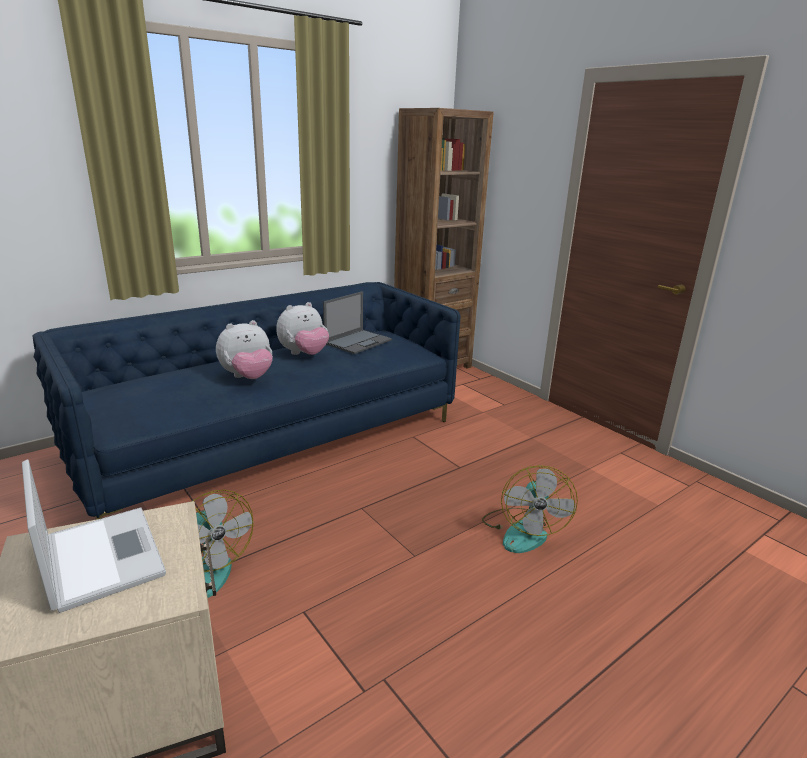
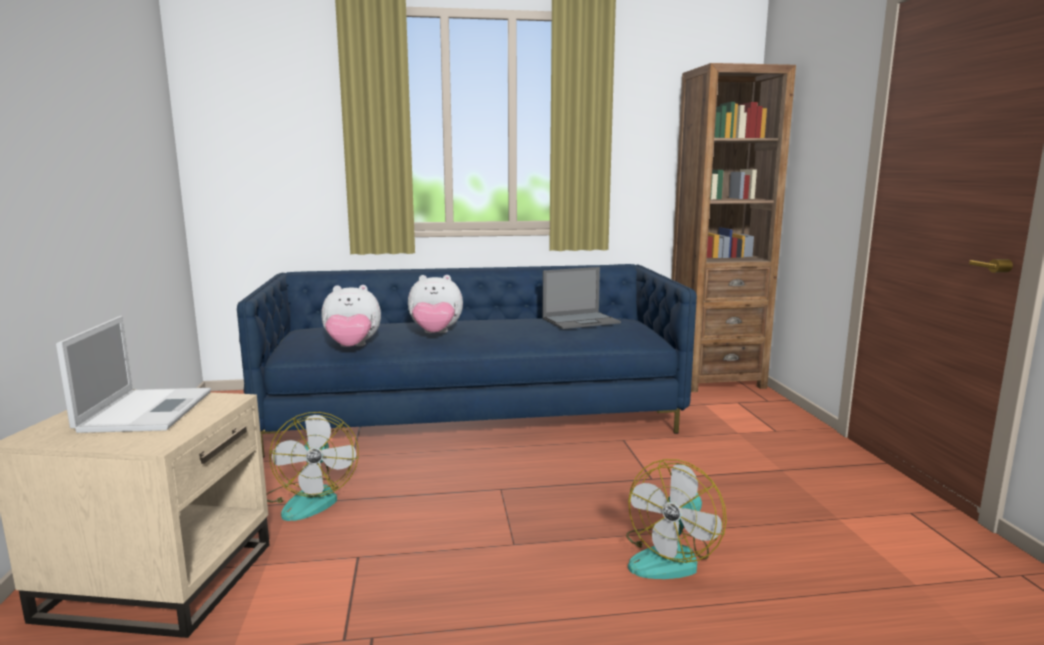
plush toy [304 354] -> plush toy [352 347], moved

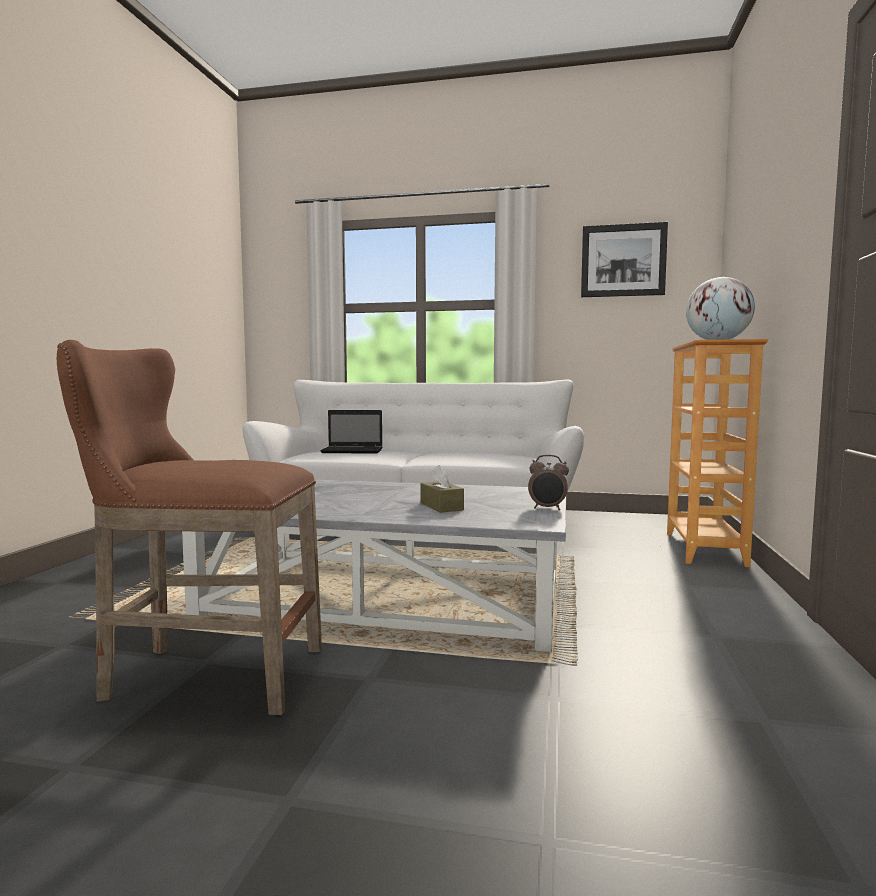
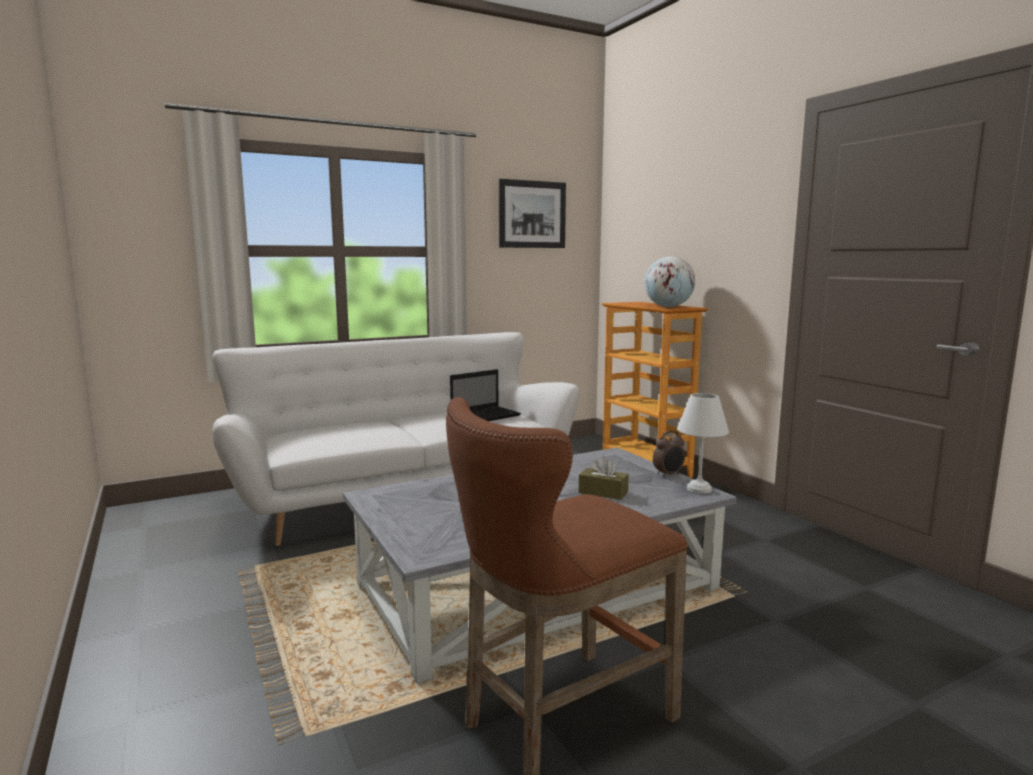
laptop [354 451] -> laptop [486 416], moved
none -> white table lamp [700 489]

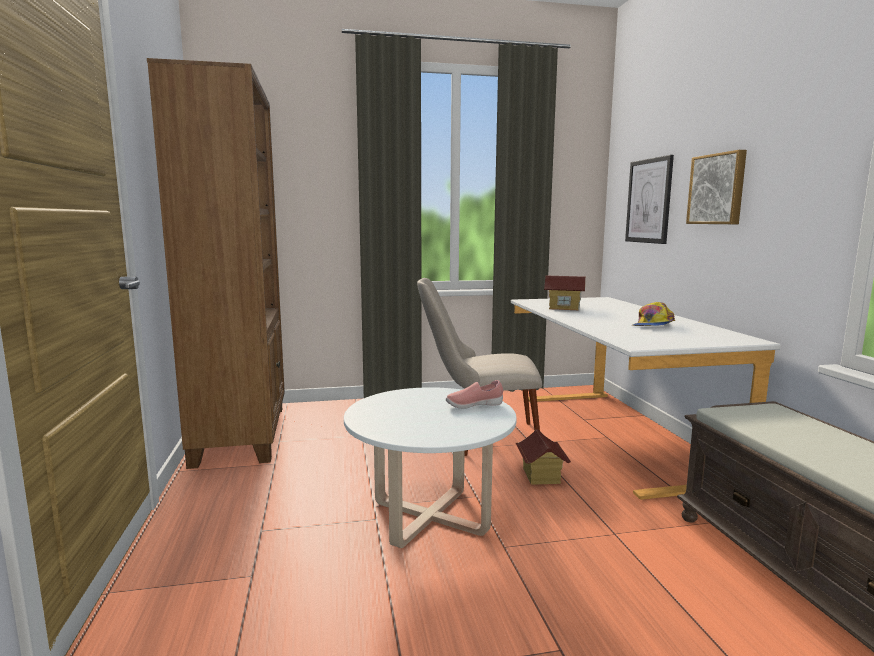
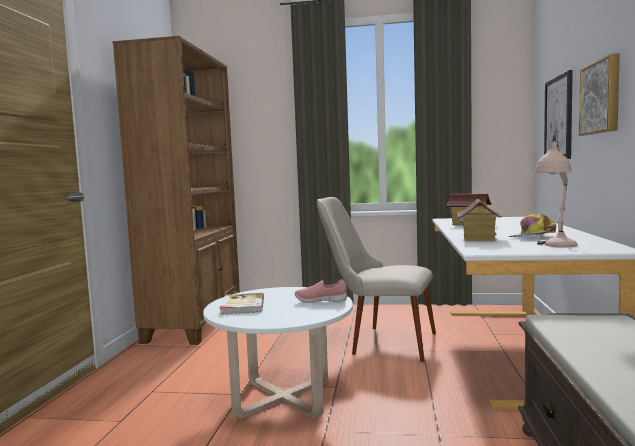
toy house [540 476] -> toy house [478 238], moved
none -> book [242 306]
none -> beige table lamp [555 247]

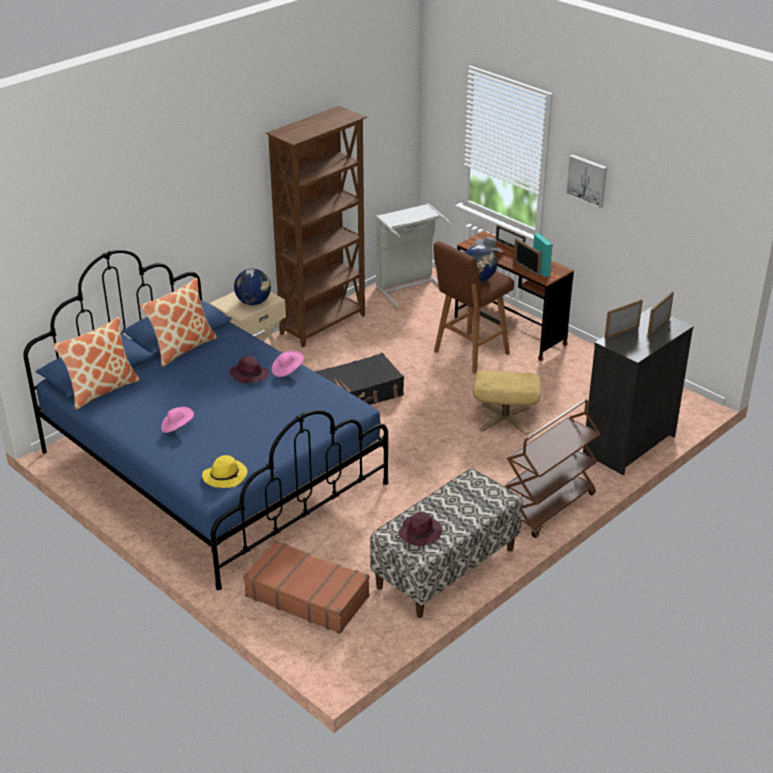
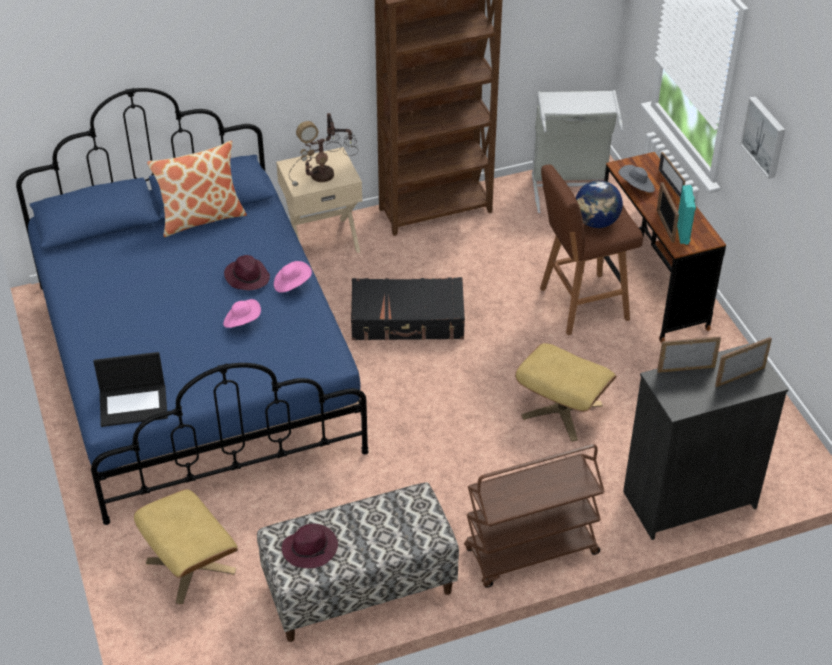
pillow [101 389] -> none
pink hat [177 427] -> pink hat [242 321], moved
yellow hat [225 476] -> laptop [134 404]
globe [253 302] -> table lamp [324 175]
brown suitcase [307 596] -> beige ottoman [190 566]

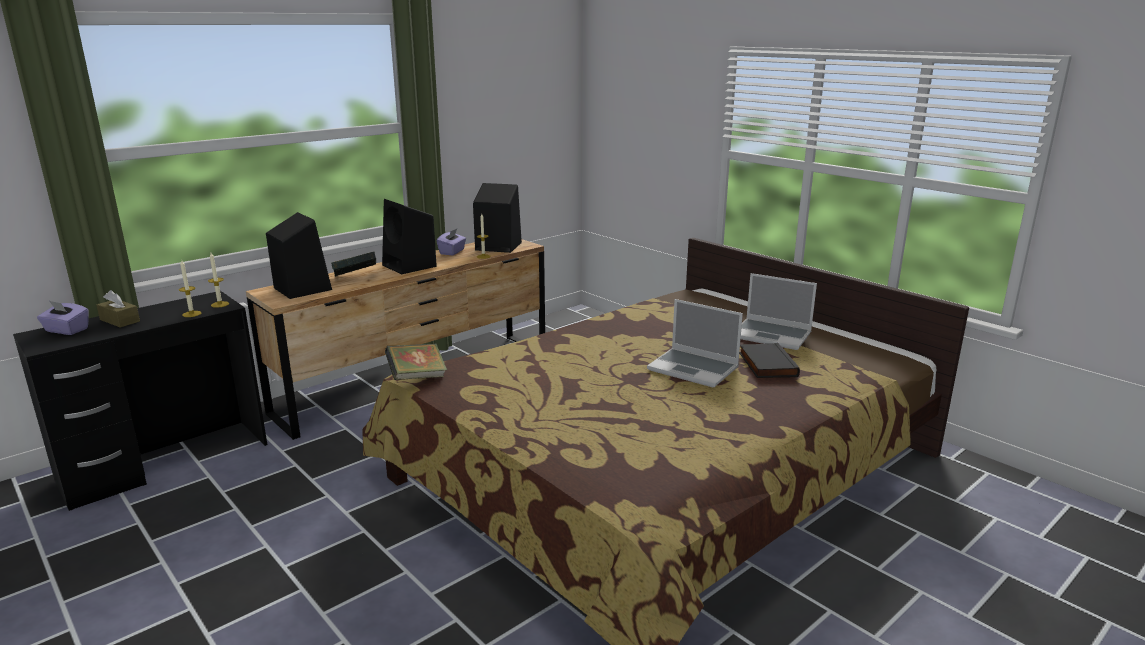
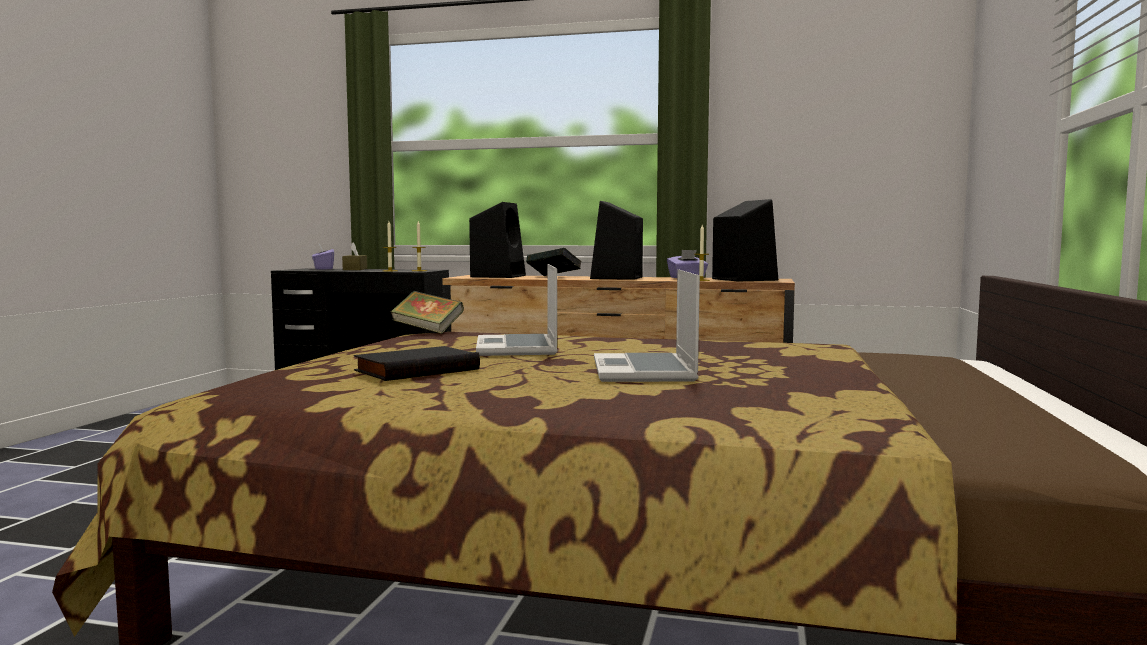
black book [766 364] -> black book [416 370], moved
laptop [772 335] -> laptop [518 348], moved

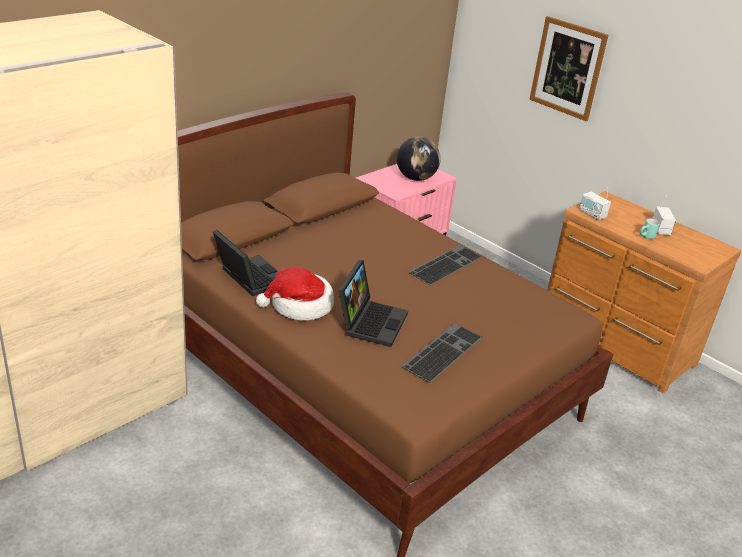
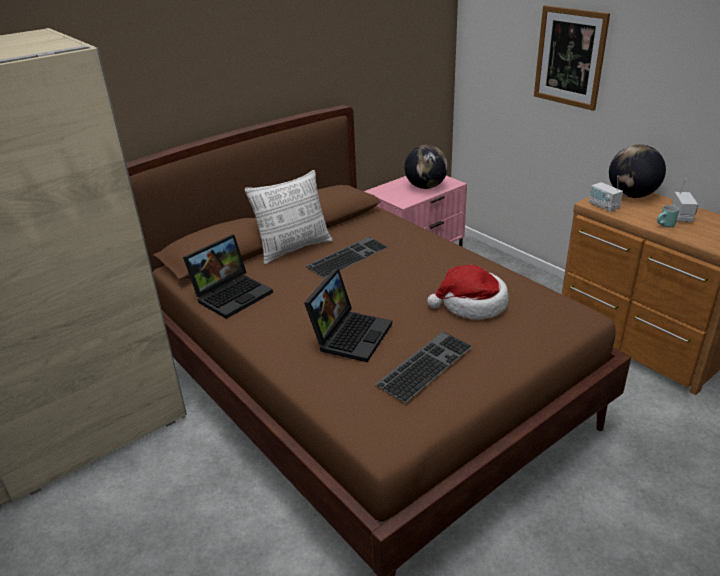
laptop [248 277] -> laptop [232 294], 75 degrees clockwise
hat [299 306] -> hat [472 304], moved
keyboard [445 264] -> keyboard [347 256], moved
none -> pillow [294 248]
none -> globe [632 195]

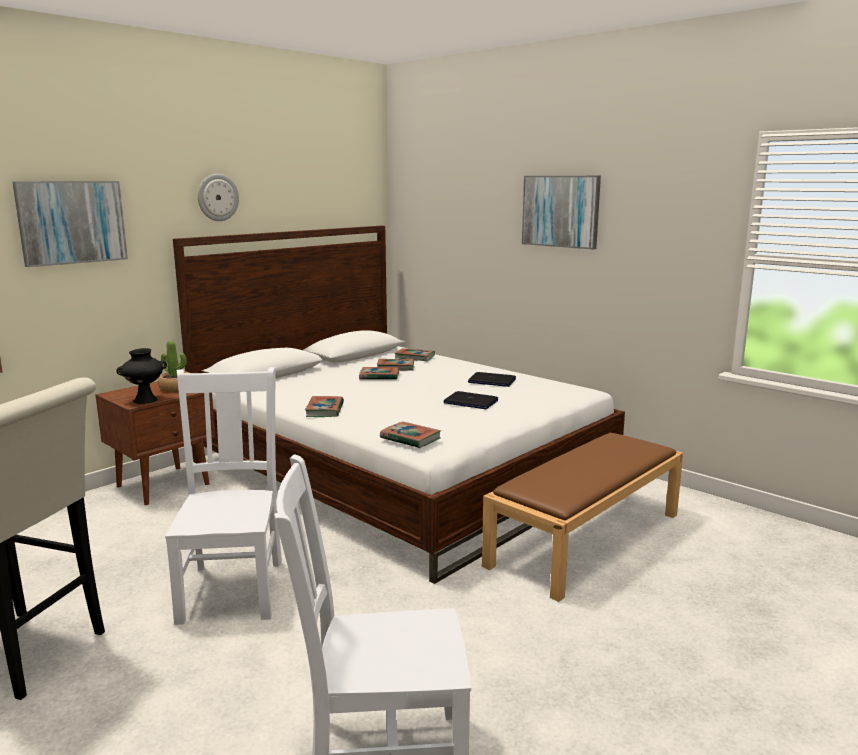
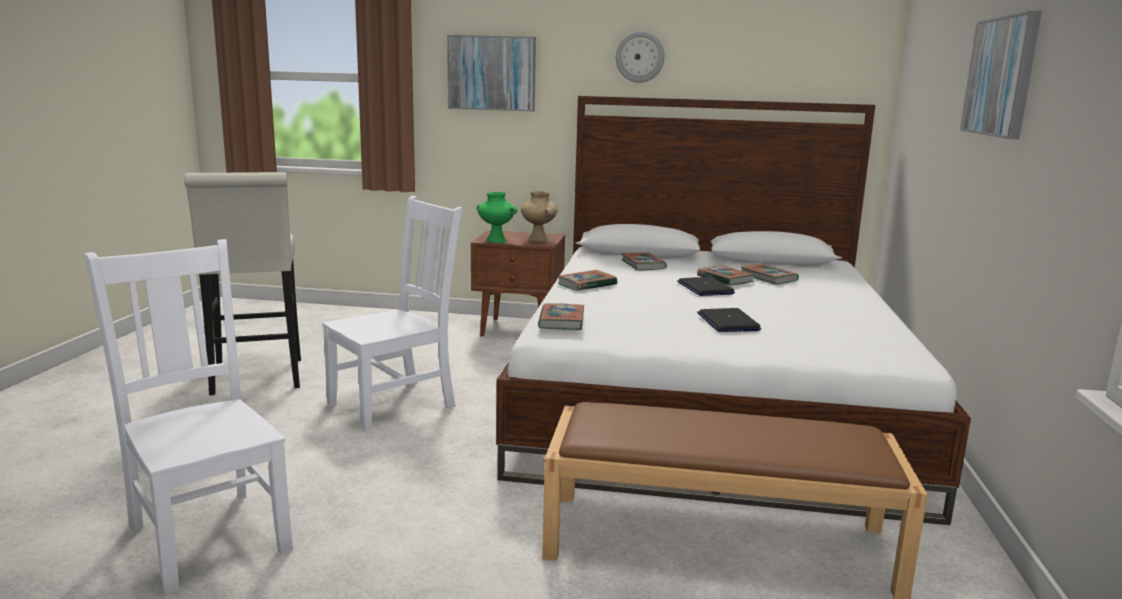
black vase [145 401] -> green vase [495 241]
potted plant [176 388] -> beige vase [539 240]
book [414 357] -> book [643 265], moved
laptop [491 381] -> laptop [705 288], moved

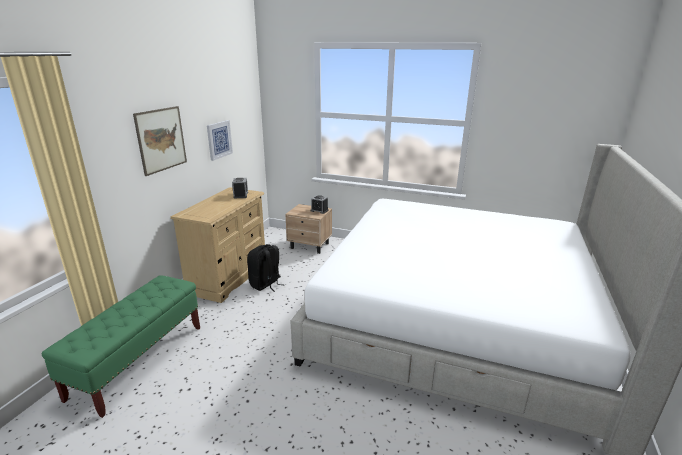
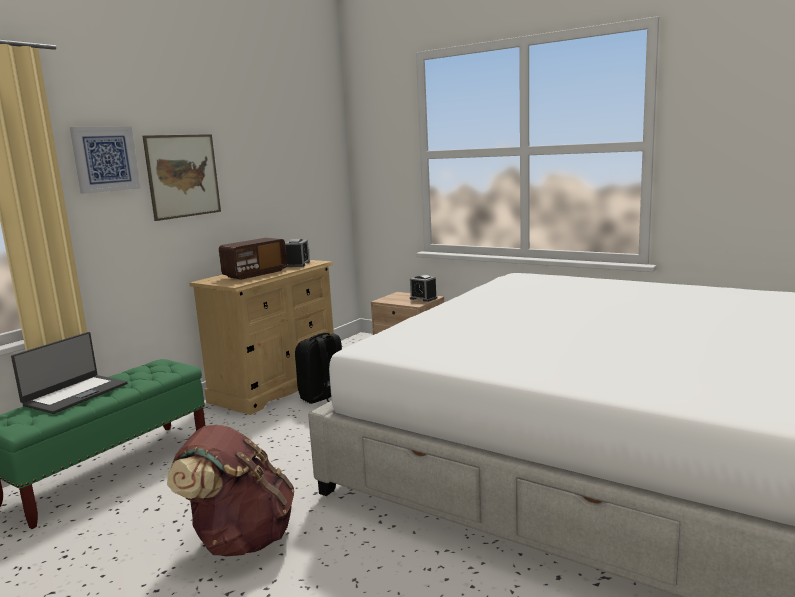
picture [219 139] -> picture [105 159], moved
none -> laptop [75 394]
none -> brown backpack [240 539]
none -> radio [255 274]

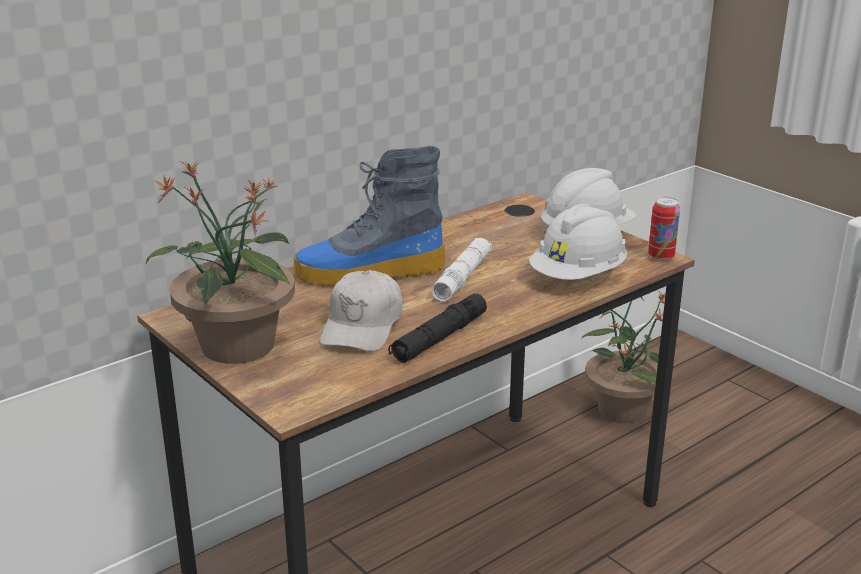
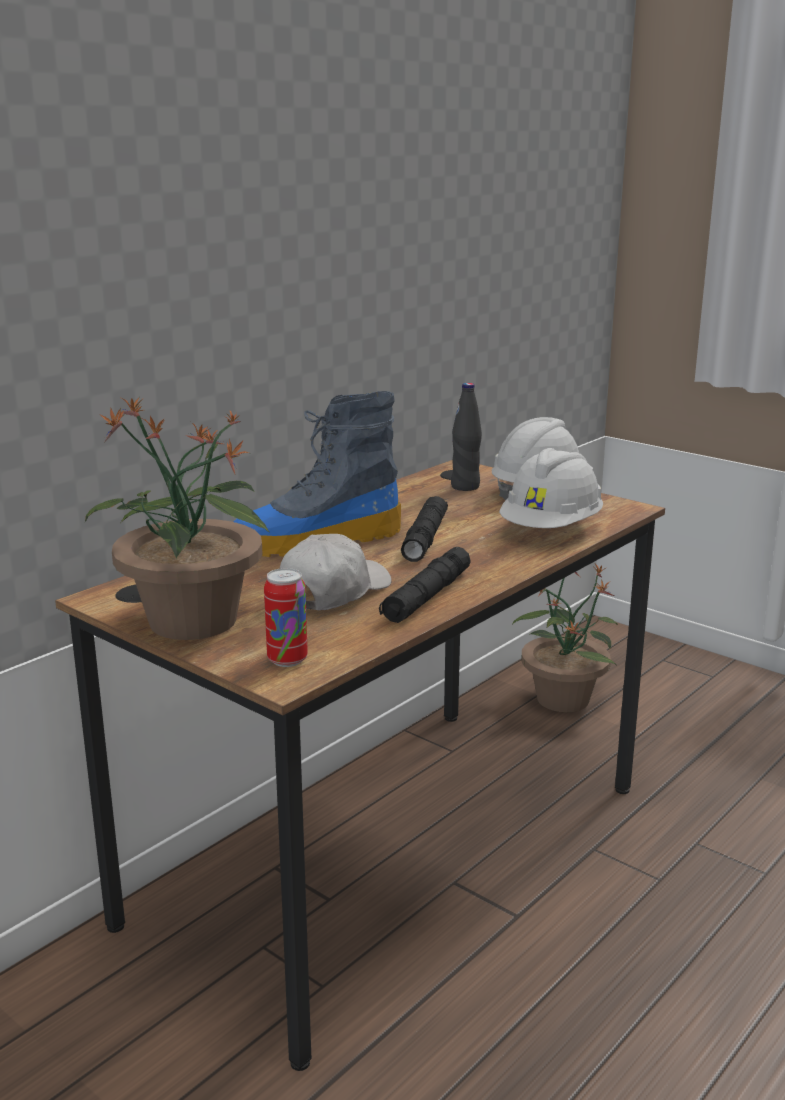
white cap [363 326] -> white cap [333 592], 150 degrees counterclockwise
white flashlight [462 277] -> black flashlight [425 538]
can [661 257] -> can [287 660], moved
none -> black bottle [465 487]

